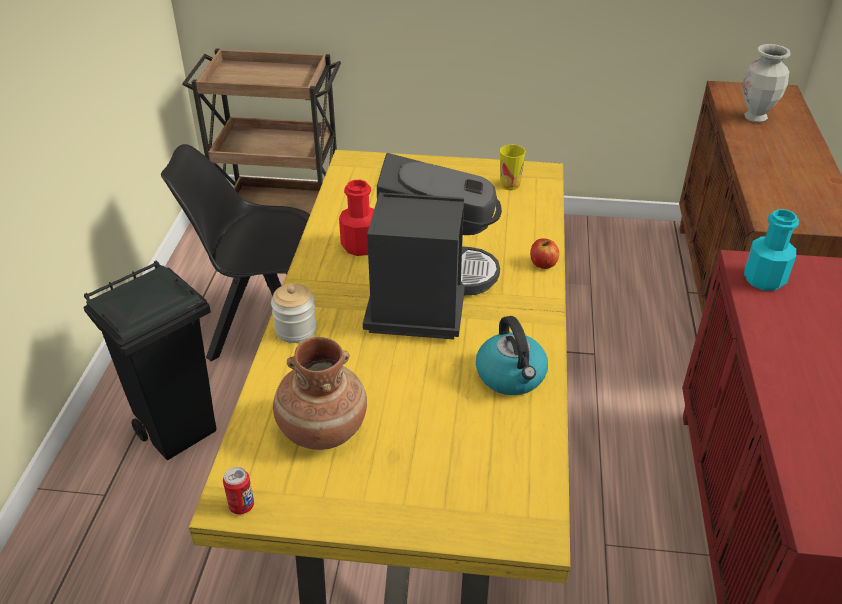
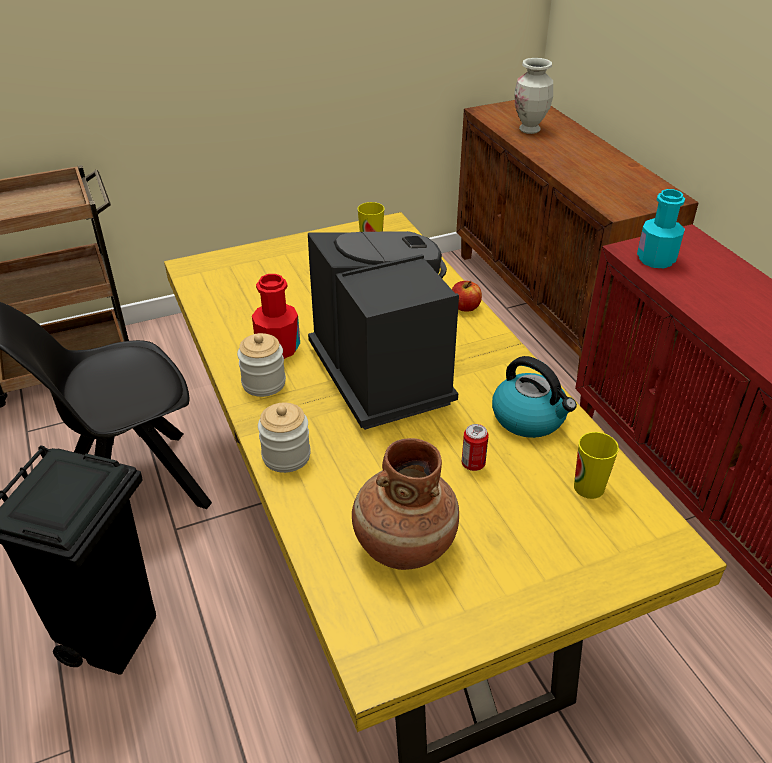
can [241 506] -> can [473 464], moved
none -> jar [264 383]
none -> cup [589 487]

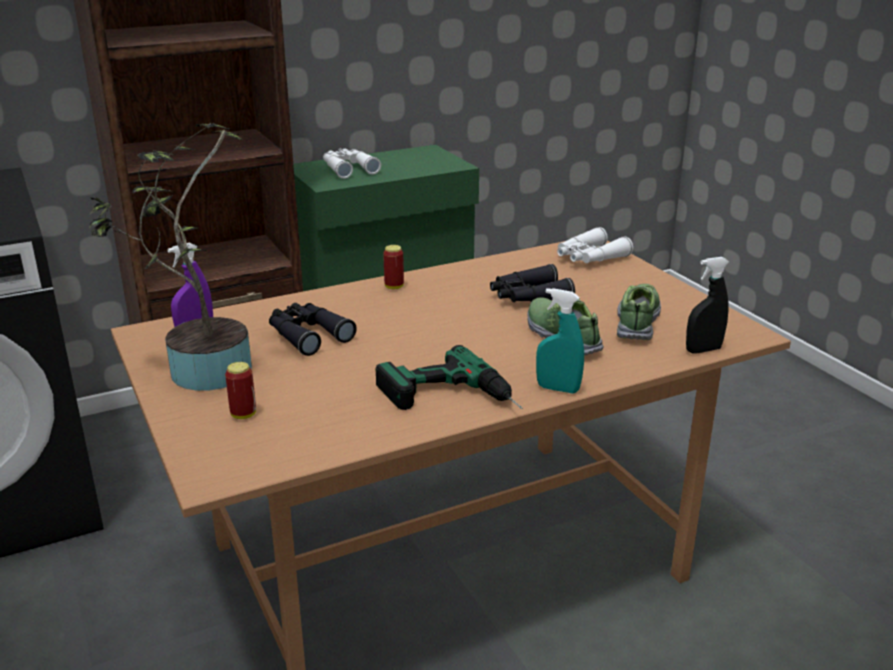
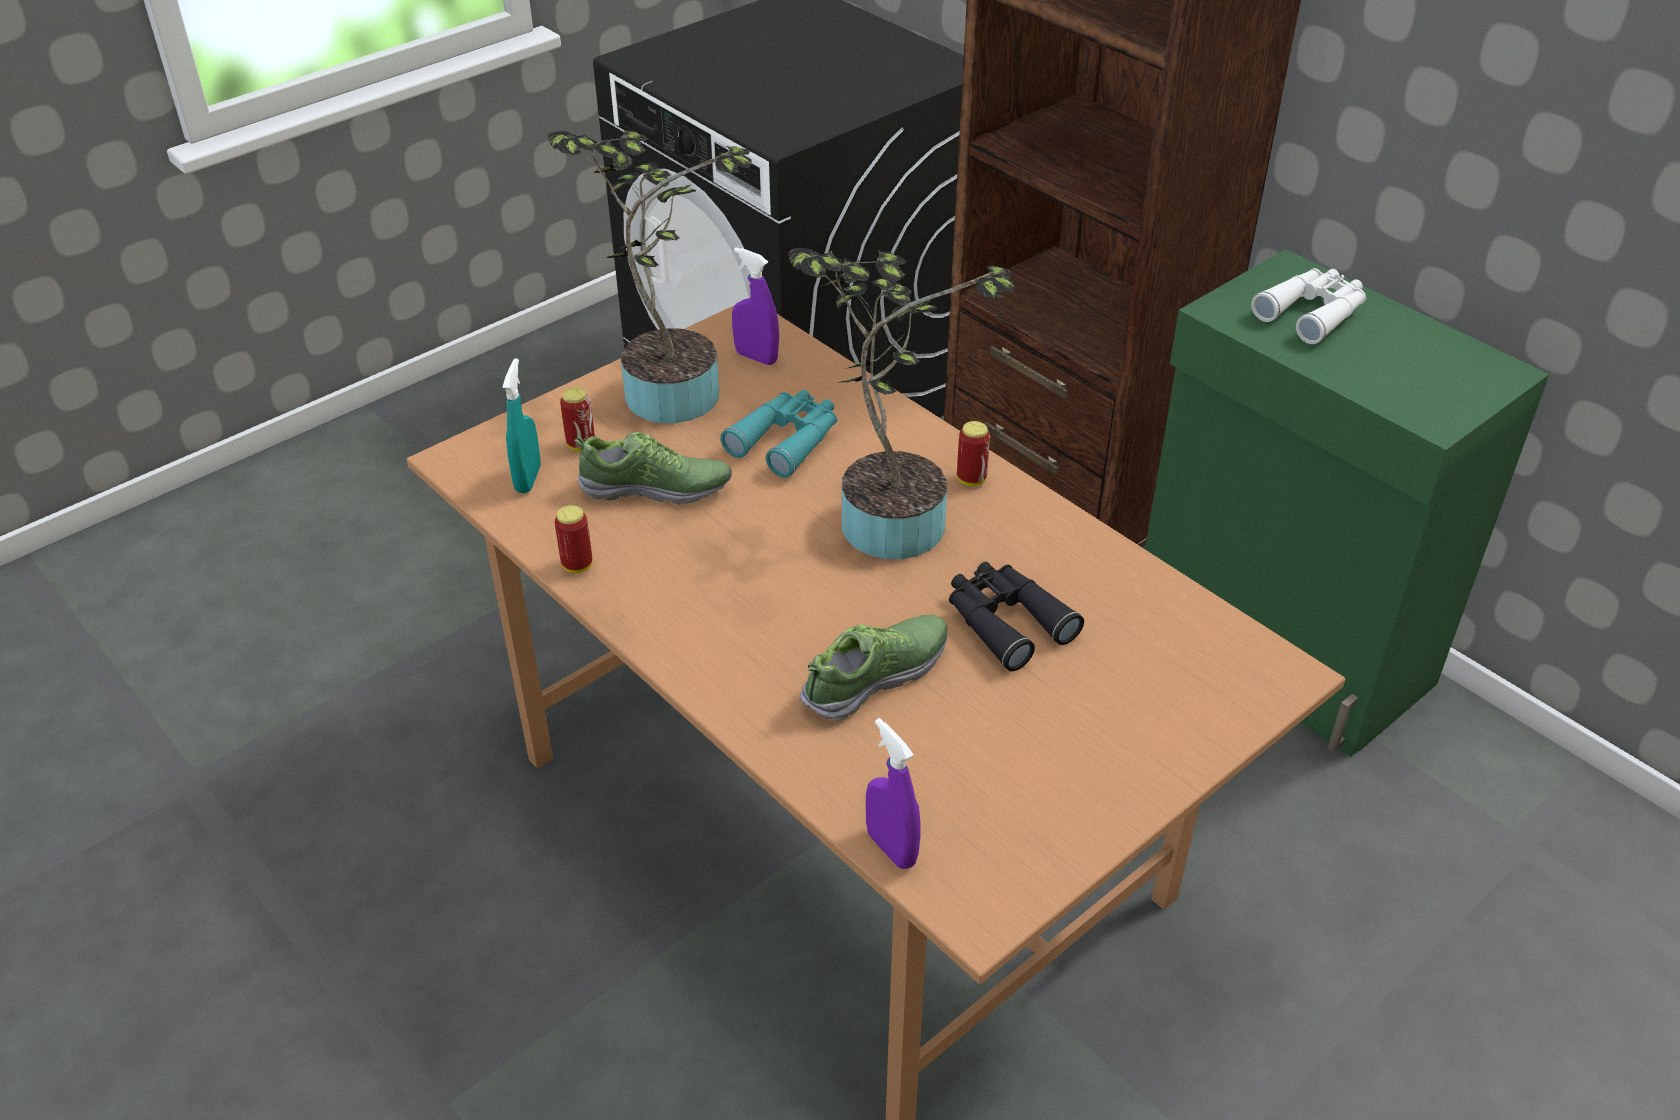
black binoculars [307 335] -> turquoise binoculars [787 440]
power drill [452 400] -> none
turquoise spray bottle [558 389] -> turquoise spray bottle [528 479], moved
white binoculars [589 257] -> none
shoe [638 321] -> shoe [656 488], moved
black spray bottle [703 350] -> purple spray bottle [891 848]
none -> can [577 565]
none -> potted plant [886 517]

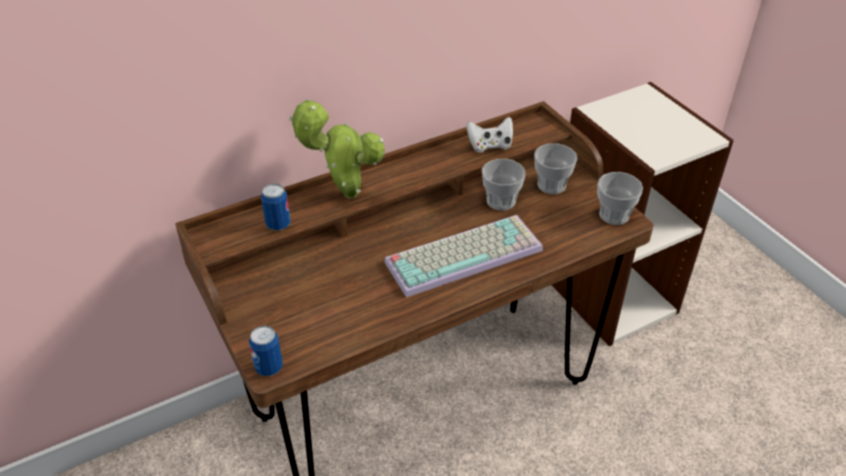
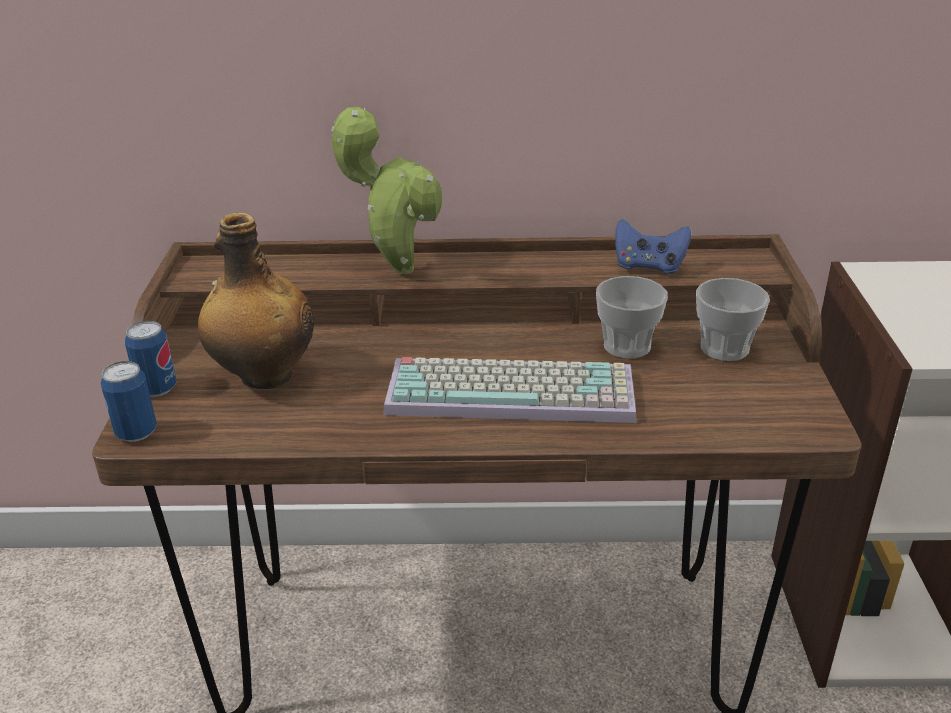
can [278 224] -> can [157 389], moved
white game controller [490 146] -> blue game controller [649 266]
cup [614 215] -> none
none -> bottle [264 376]

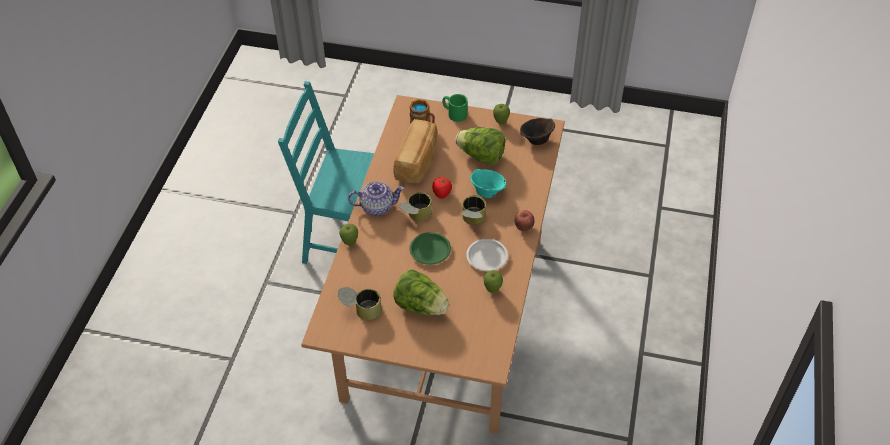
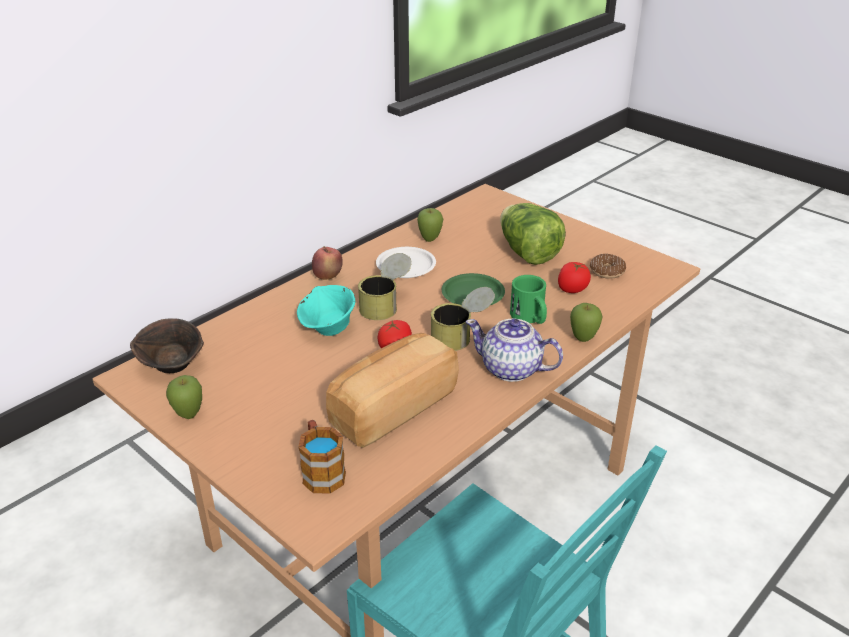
can [361 310] -> donut [607 271]
green mug [454 113] -> green mug [530 318], moved
lettuce [481 156] -> none
none -> tomato [572 289]

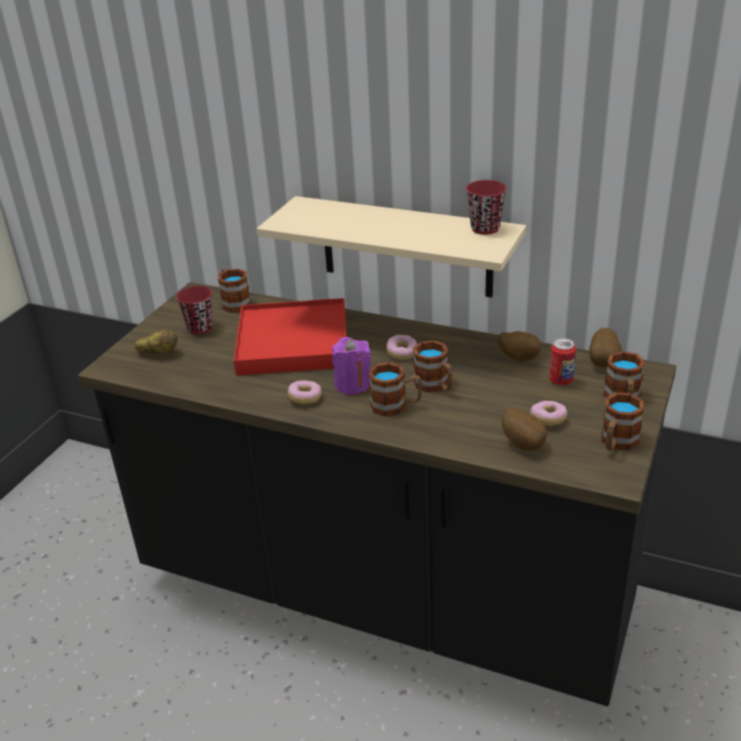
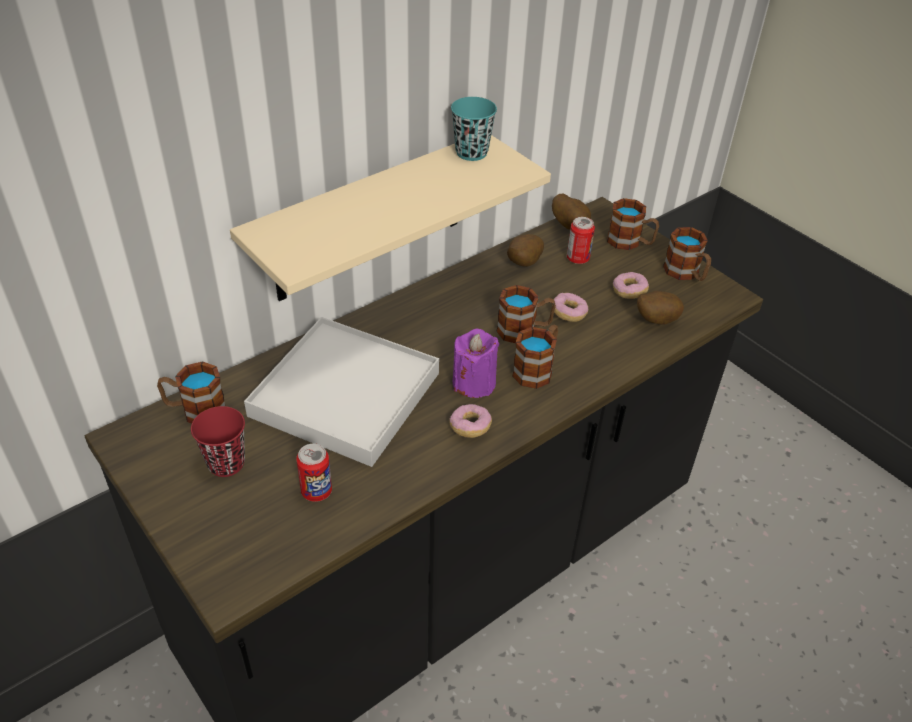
potato [159 353] -> none
red tray [292 342] -> white tray [345 395]
donut [402 353] -> donut [569 313], moved
red cup [485 228] -> turquoise cup [471 153]
none -> can [316 491]

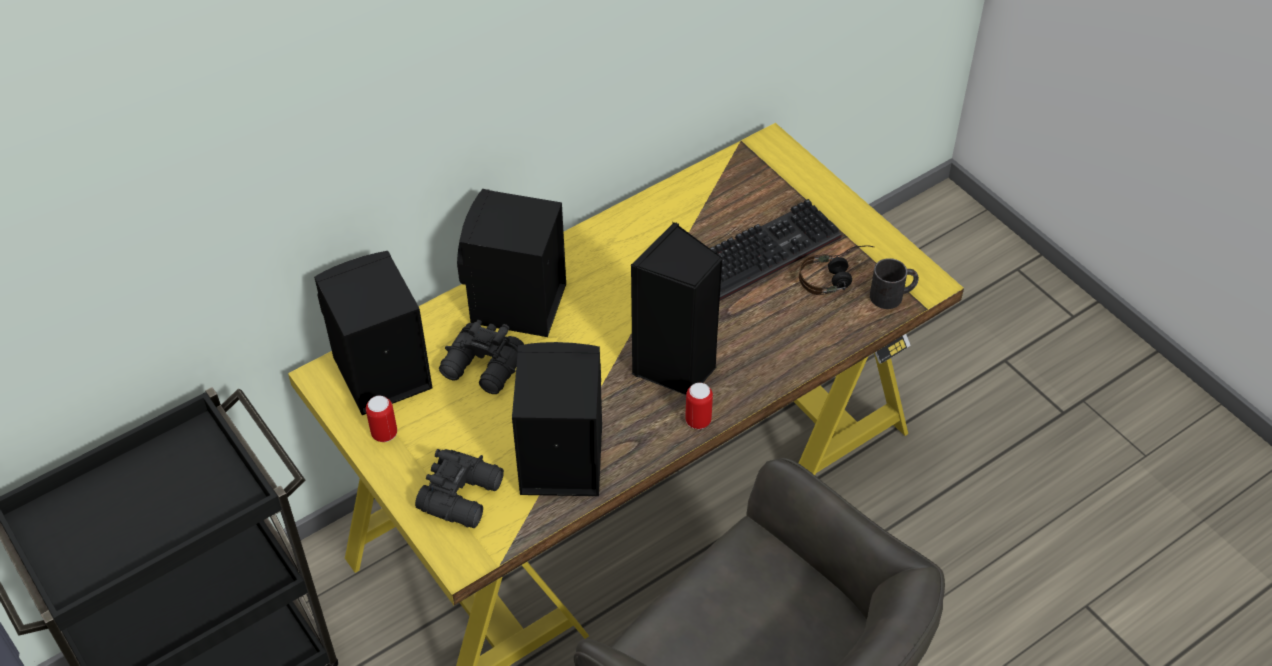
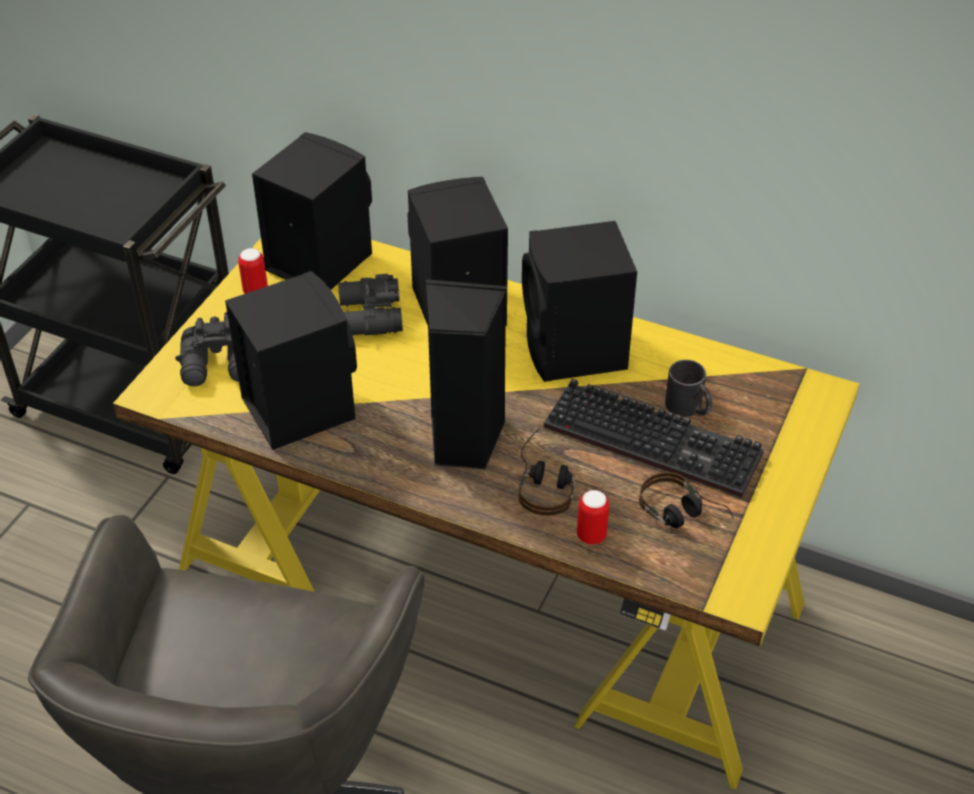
can [698 421] -> can [591 536], moved
black mug [893 295] -> black mug [689 408], moved
none -> headphones [546 483]
none -> black speaker [575 353]

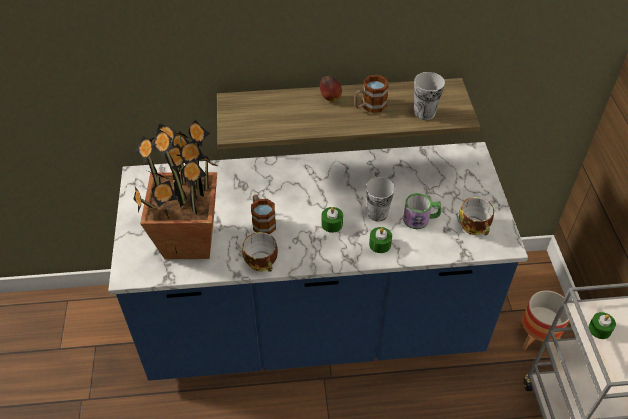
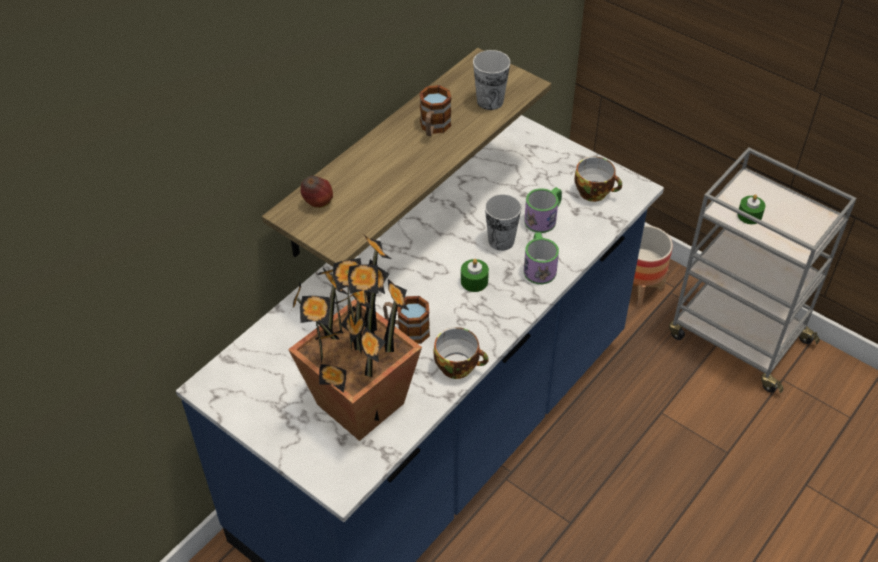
apple [330 98] -> apple [318 204], moved
green candle [380 244] -> mug [539 267]

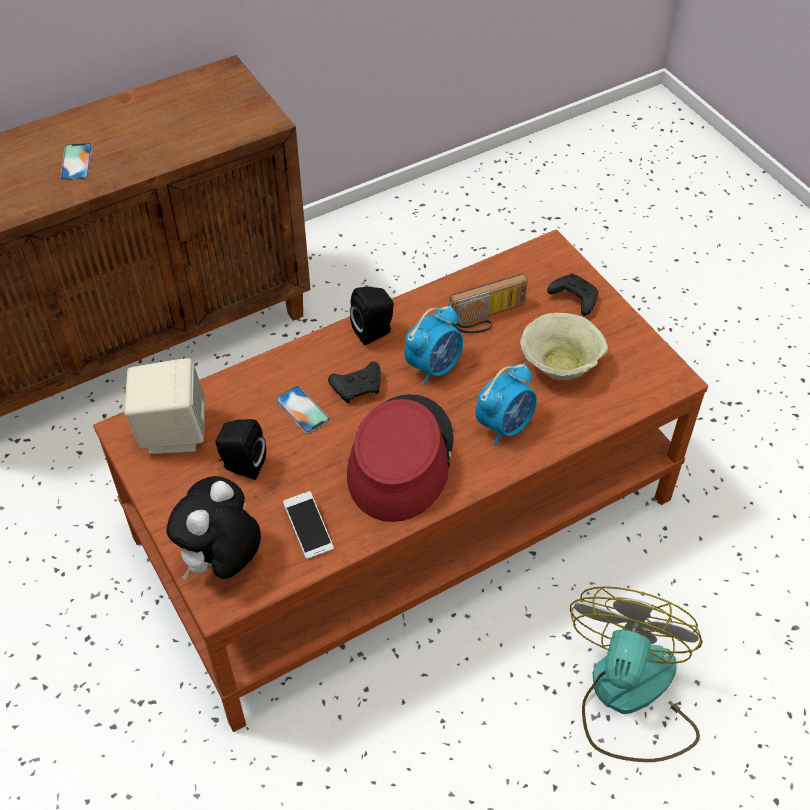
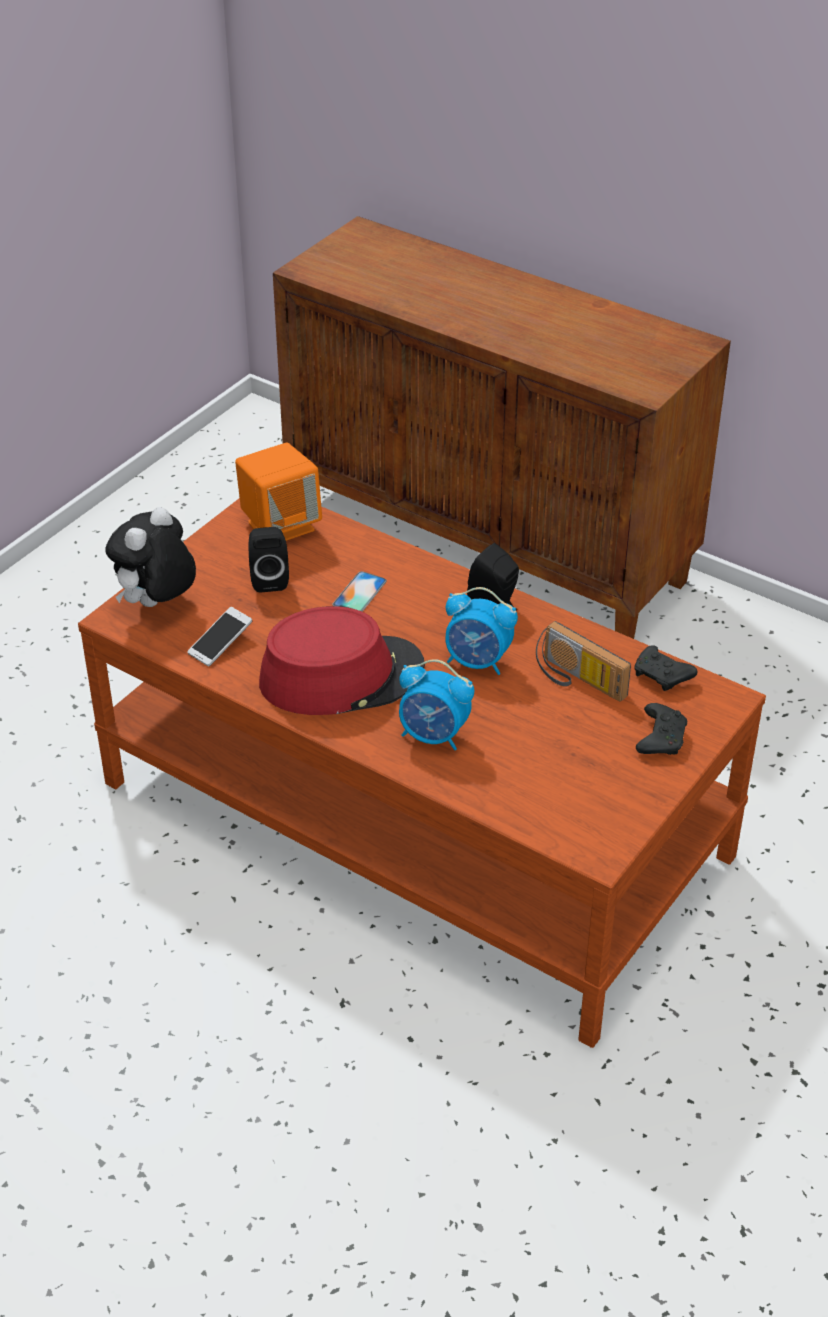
phone [76 161] -> none
beige speaker [172 432] -> orange speaker [280 526]
plush toy [222 562] -> plush toy [156 605], 60 degrees counterclockwise
black game controller [358 387] -> black game controller [662 676], moved
beige bowl [561 364] -> none
fan [629 697] -> none

